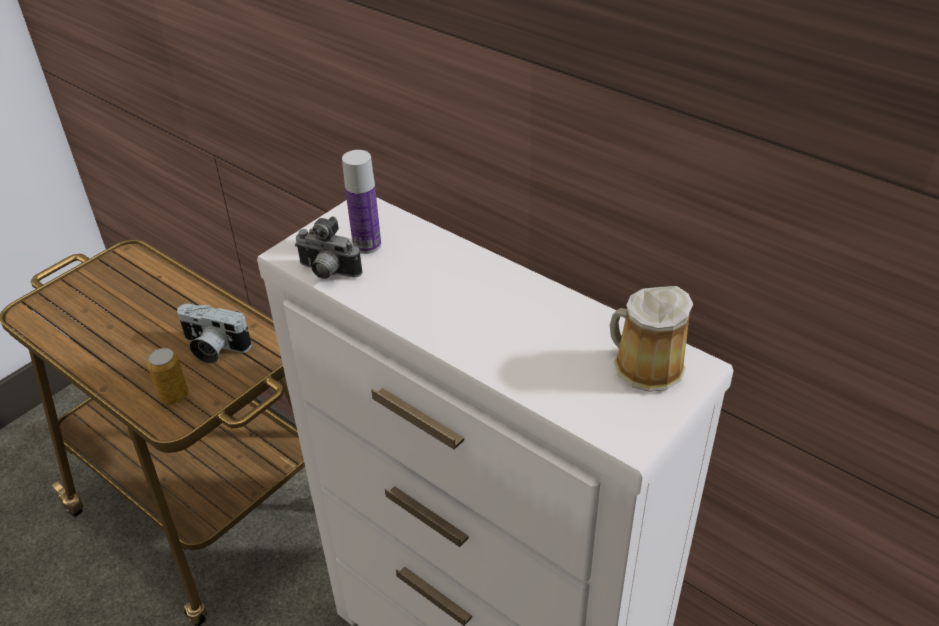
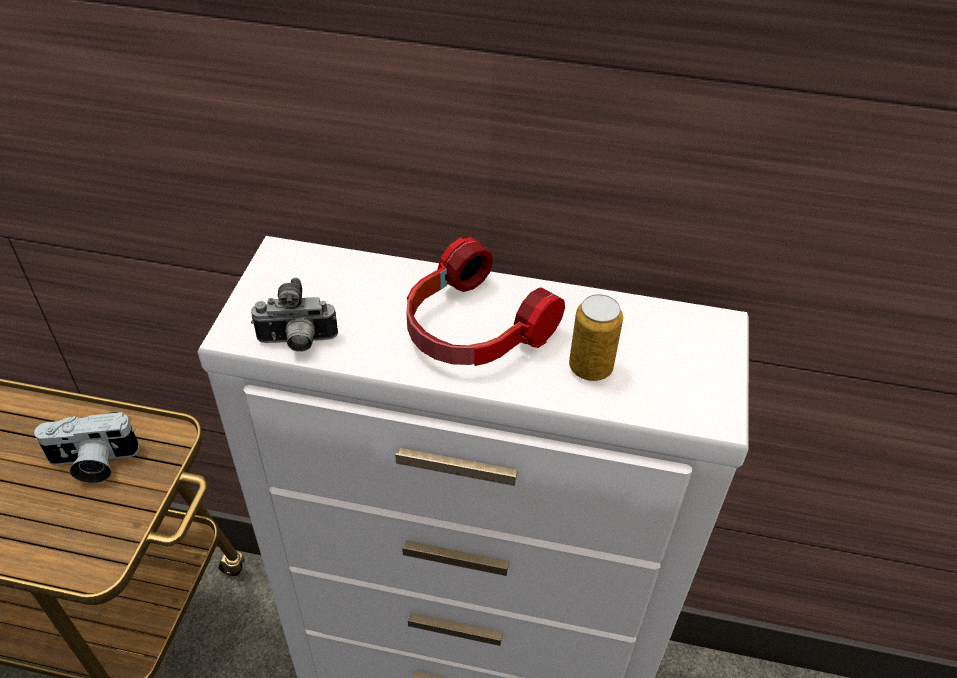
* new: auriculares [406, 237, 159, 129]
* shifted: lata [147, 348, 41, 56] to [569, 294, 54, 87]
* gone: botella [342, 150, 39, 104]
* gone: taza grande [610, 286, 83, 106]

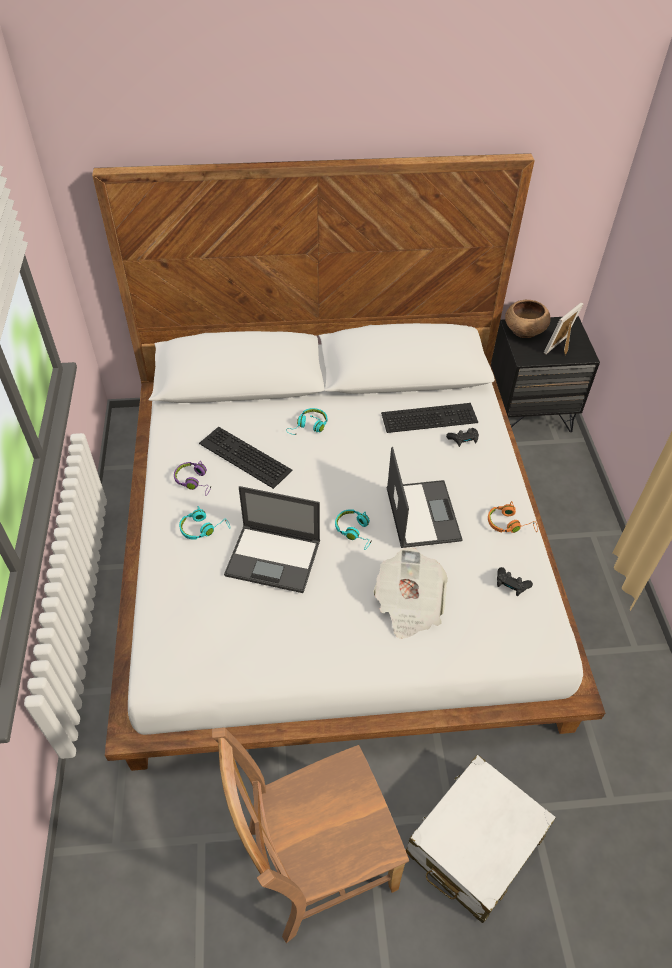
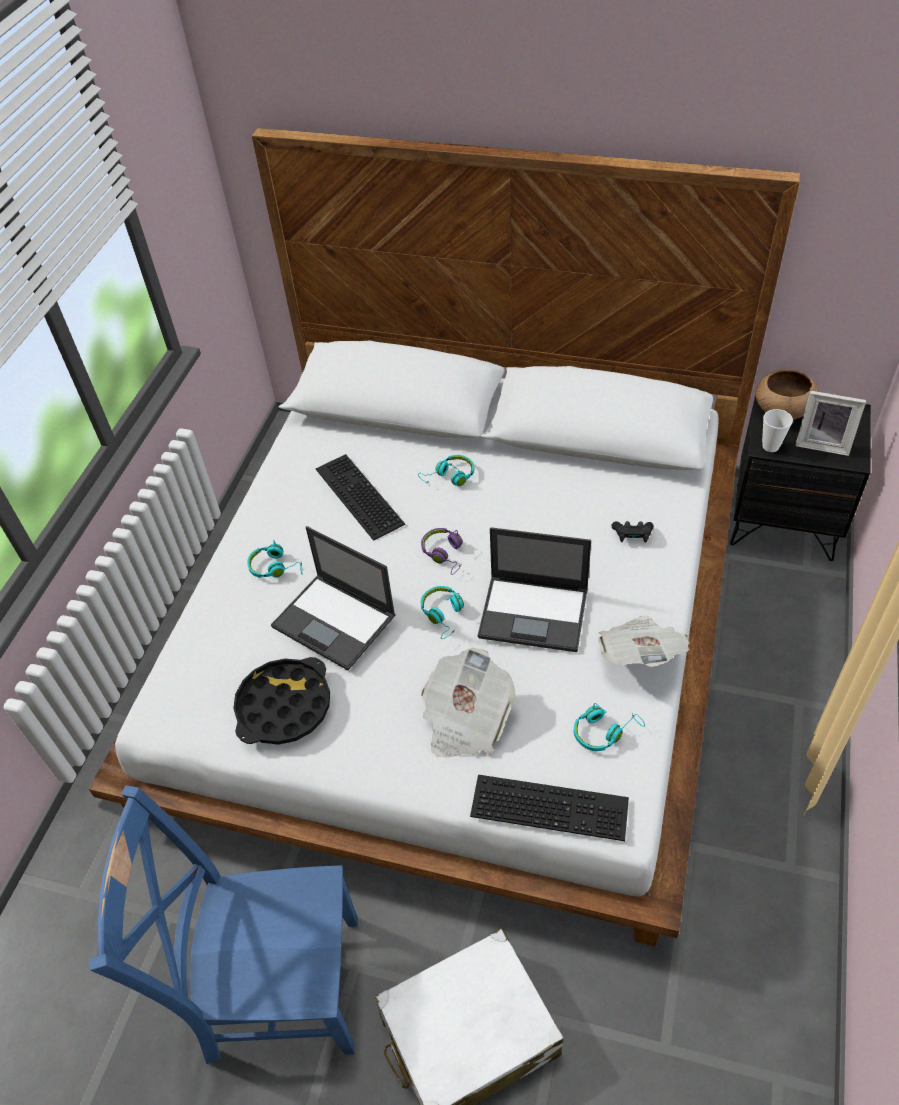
* repainted: silla (marrón) [212, 727, 197, 216] to silla (azul) [89, 785, 269, 279]
* new: bandeja (negro) [233, 657, 97, 88]
* shifted: auriculares (morado) [174, 461, 37, 35] to [421, 528, 42, 47]
* shifted: teclado [381, 403, 97, 30] to [470, 775, 159, 66]
* rotated: portátil [387, 447, 76, 101] = [478, 527, 113, 125] 90 degrees clockwise
* swapped: mando de consola (negro) [497, 567, 36, 29] to auriculares (turquesa) [574, 703, 71, 48]
* swapped: auriculares (naranja) [488, 501, 50, 32] to periódico [598, 616, 91, 51]
* new: taza [762, 409, 31, 43]
* rotated: portarretratos [544, 302, 39, 53] = [795, 391, 71, 65] 135 degrees counterclockwise

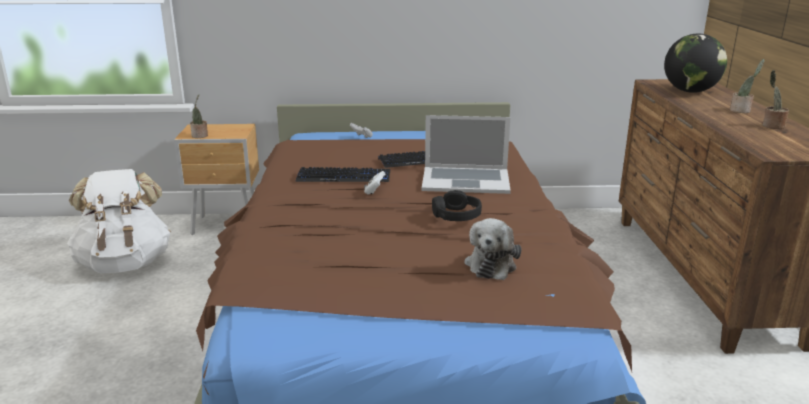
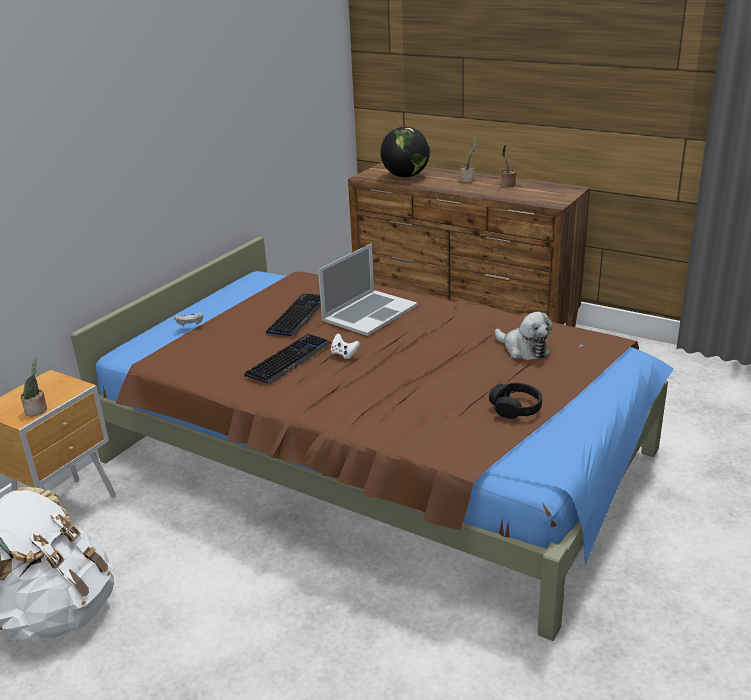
* shifted: auriculares (negro) [432, 190, 50, 31] to [489, 383, 53, 36]

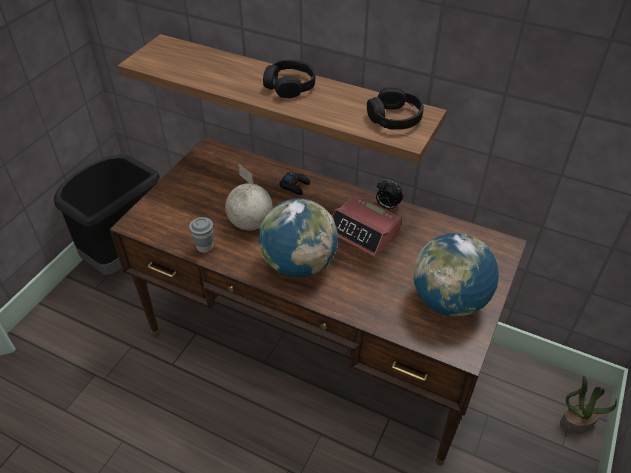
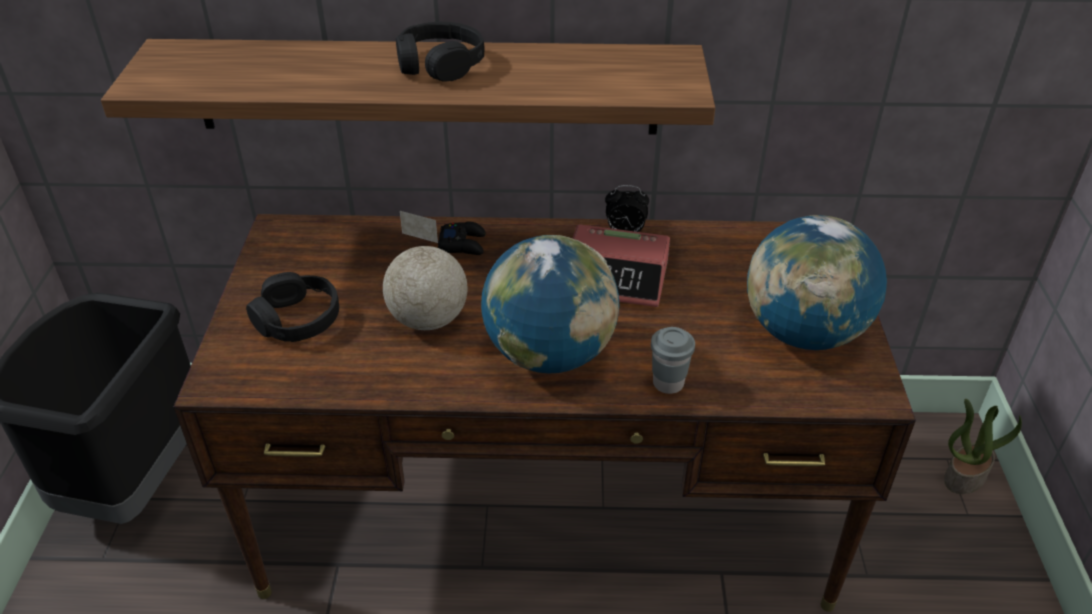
* shifted: auriculares (negro) [367, 87, 57, 43] to [246, 272, 93, 70]
* shifted: taza (gris) [189, 217, 24, 36] to [651, 327, 44, 67]

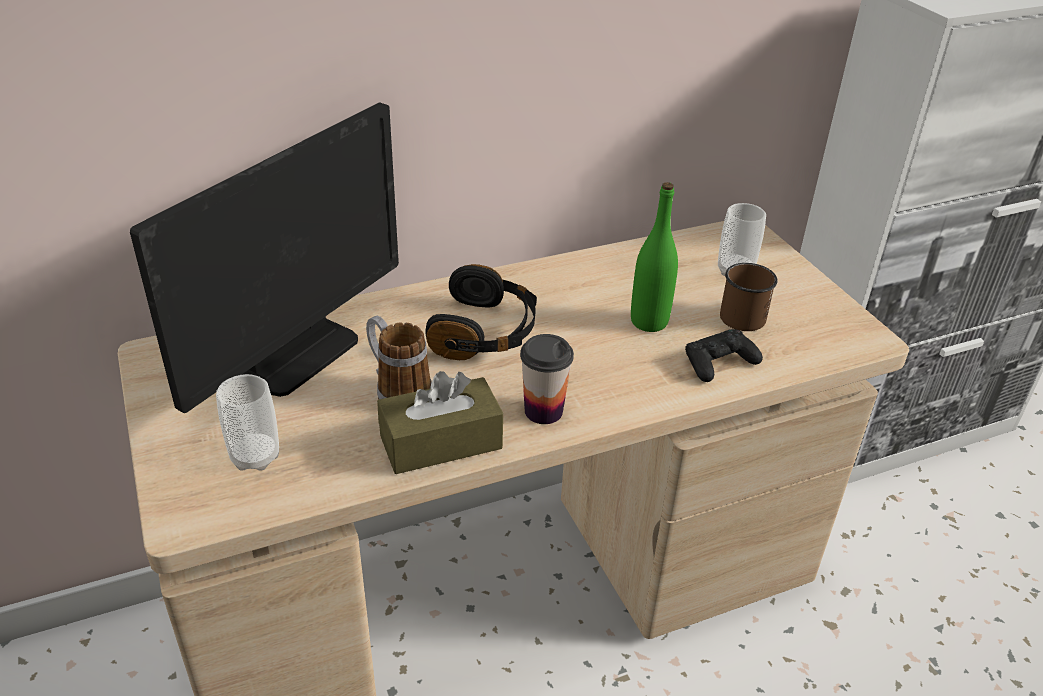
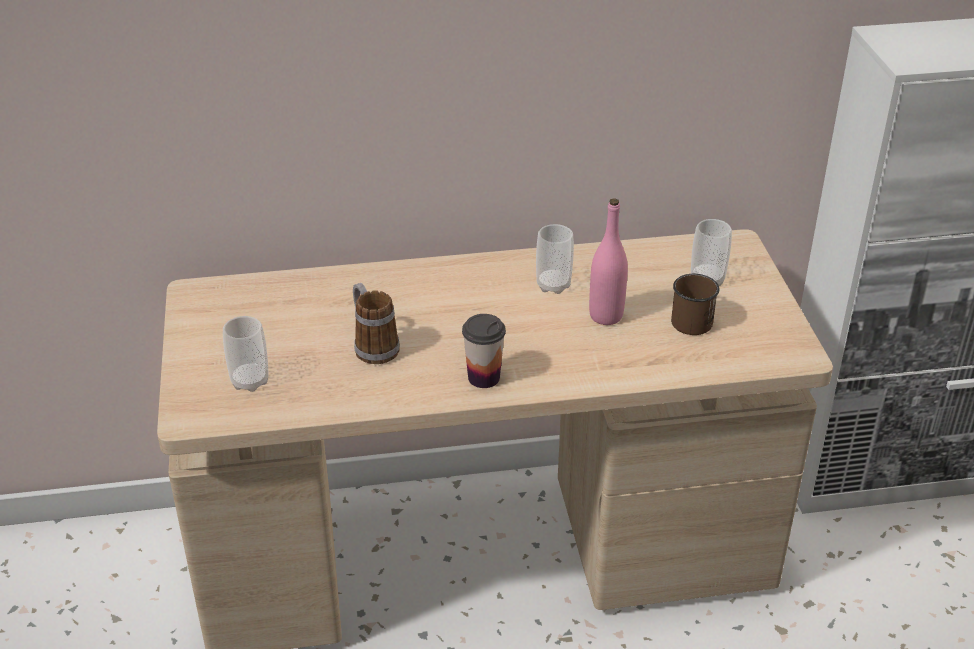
* new: taza [536, 224, 38, 70]
* repainted: botella (verde) [631, 182, 47, 150] to botella (rosa) [589, 198, 39, 127]
* gone: monitor [130, 103, 269, 310]
* gone: caja de pañuelos (marrón) [377, 371, 126, 103]
* gone: auriculares (negro) [426, 264, 111, 96]
* gone: mando de consola (negro) [685, 329, 78, 53]

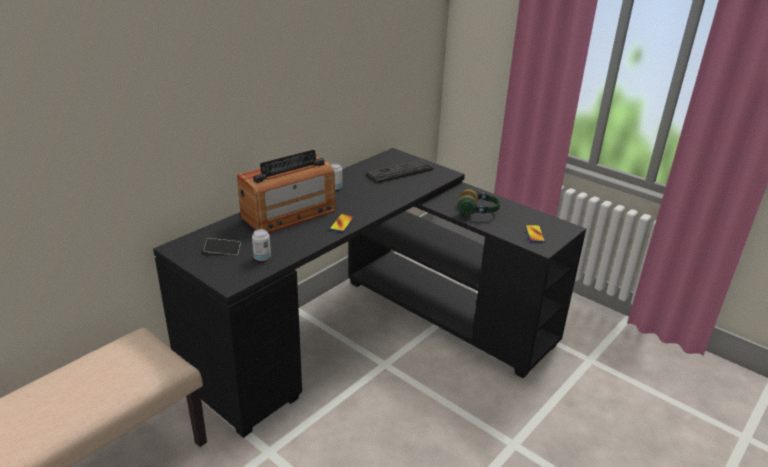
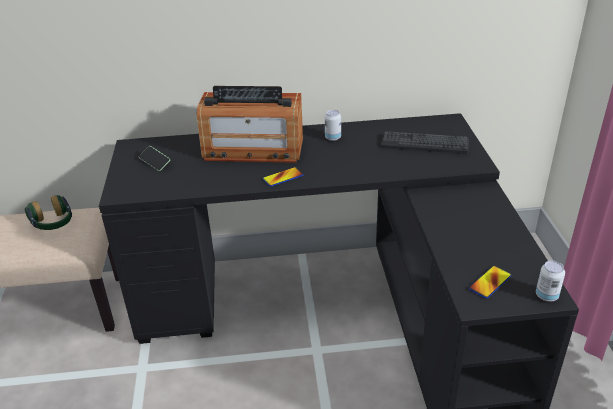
* shifted: auriculares [457, 188, 43, 27] to [25, 195, 47, 35]
* shifted: lata [252, 229, 19, 32] to [536, 260, 29, 41]

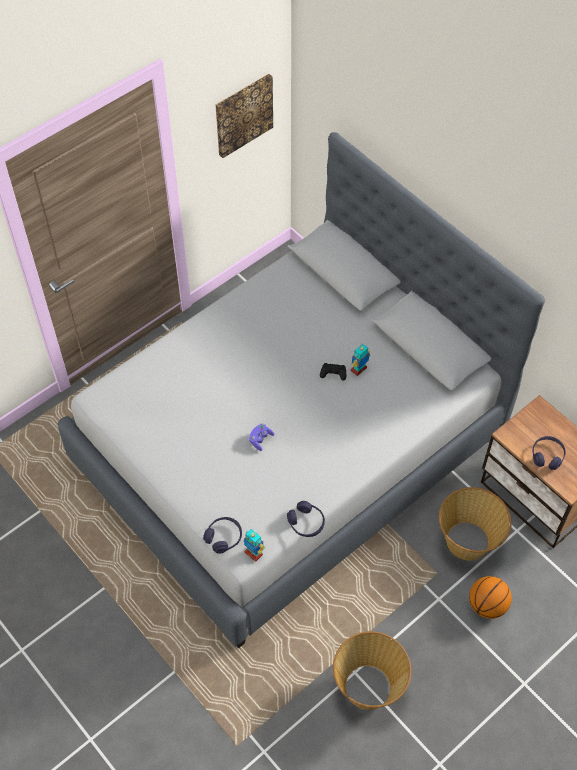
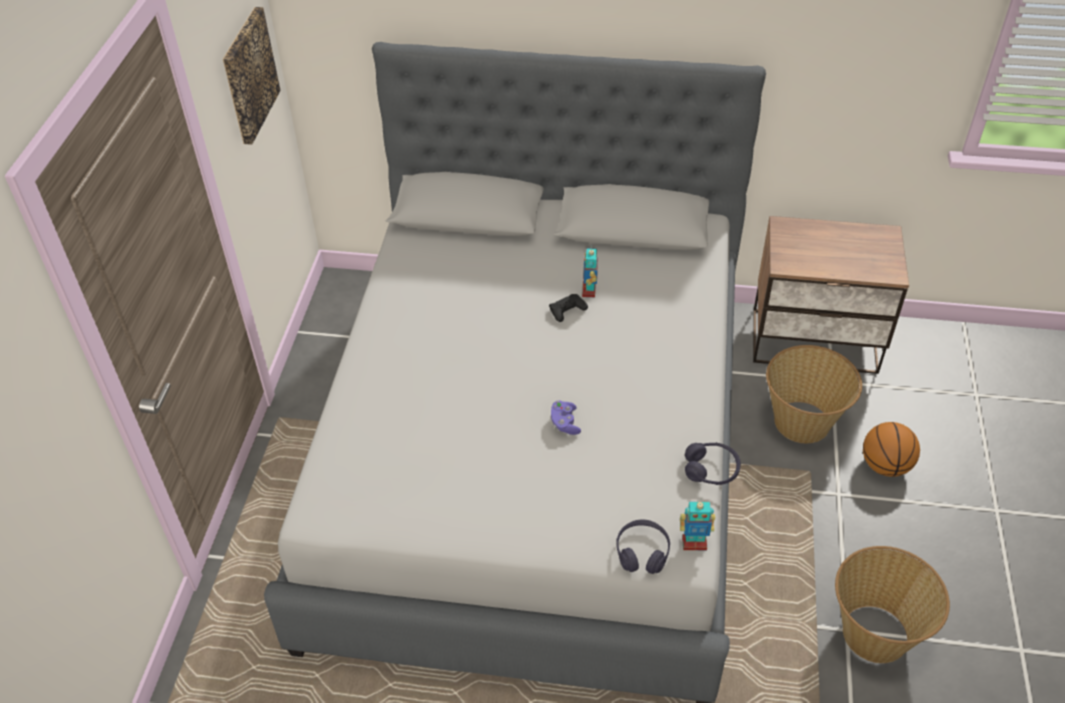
* gone: auriculares (morado) [533, 436, 33, 34]

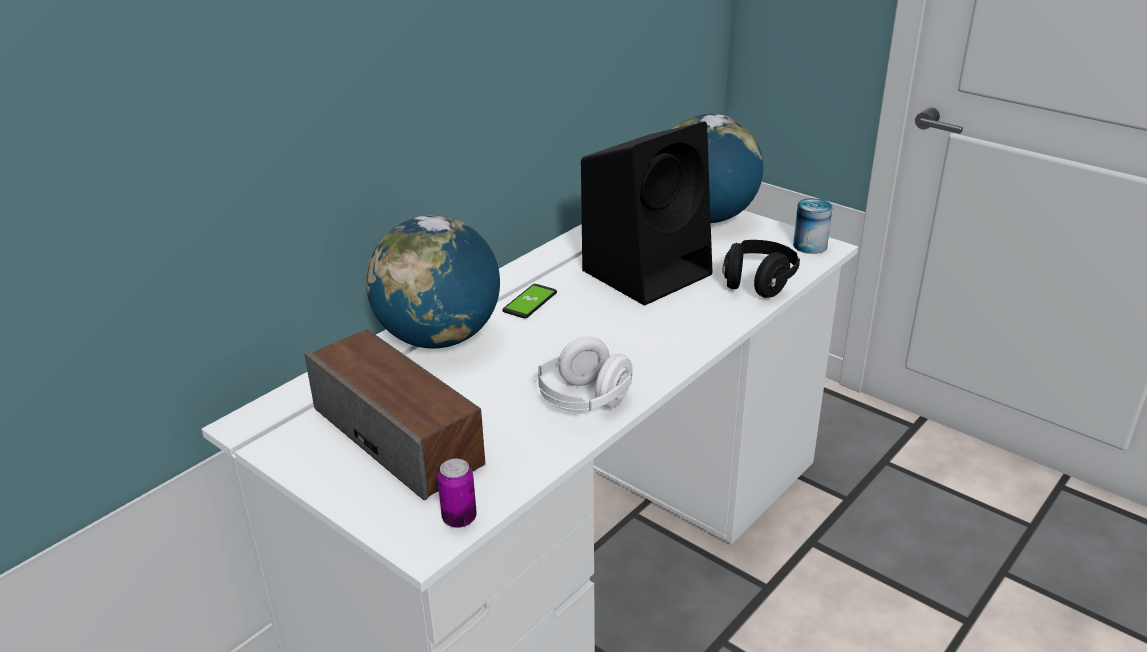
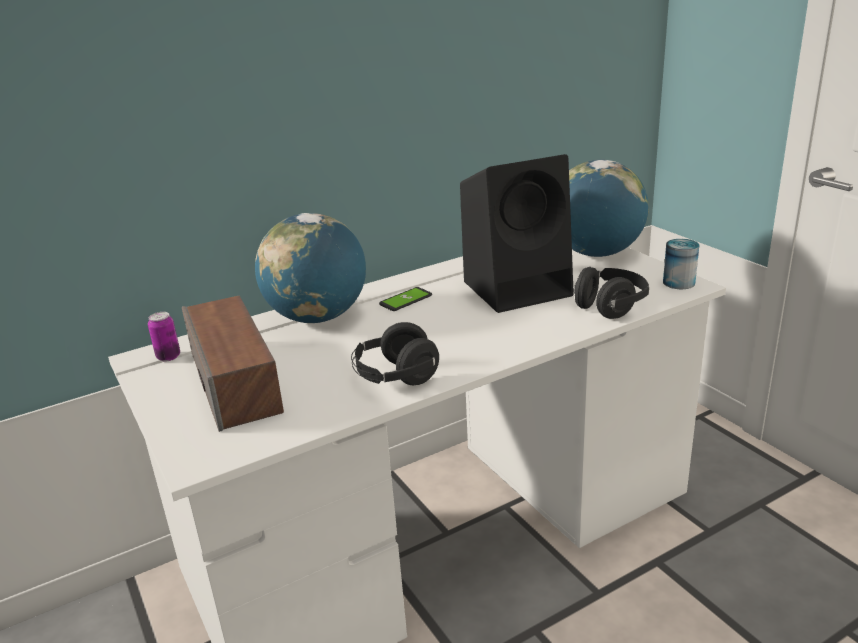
* shifted: lata [437, 459, 40, 69] to [148, 312, 32, 49]
* repainted: auriculares (blanco) [535, 336, 98, 77] to auriculares (negro) [351, 322, 88, 63]

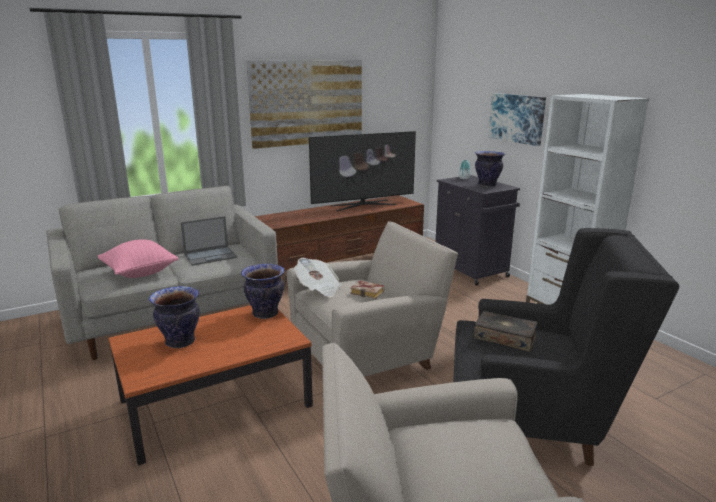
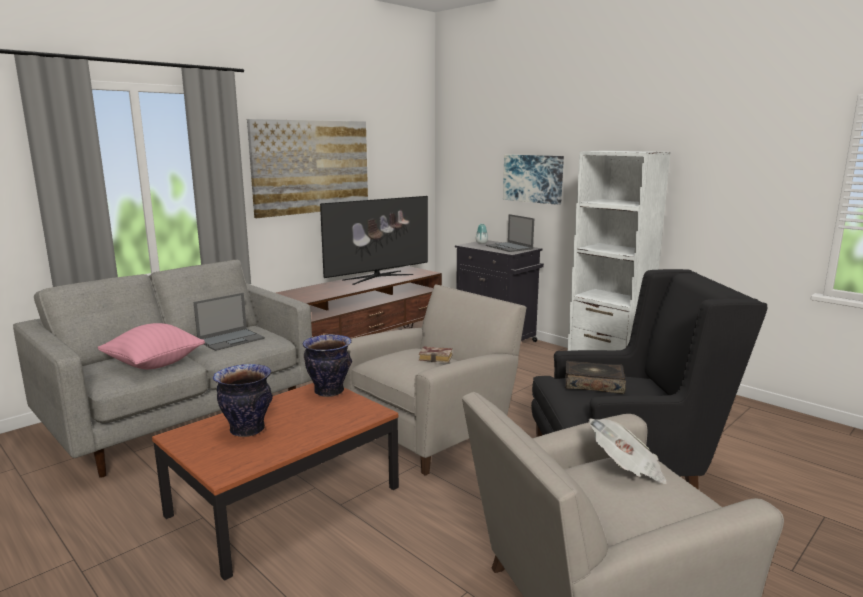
* swapped: florero [475, 151, 30, 36] to portátil [486, 214, 48, 38]
* shifted: periódico [294, 258, 48, 39] to [588, 418, 79, 66]

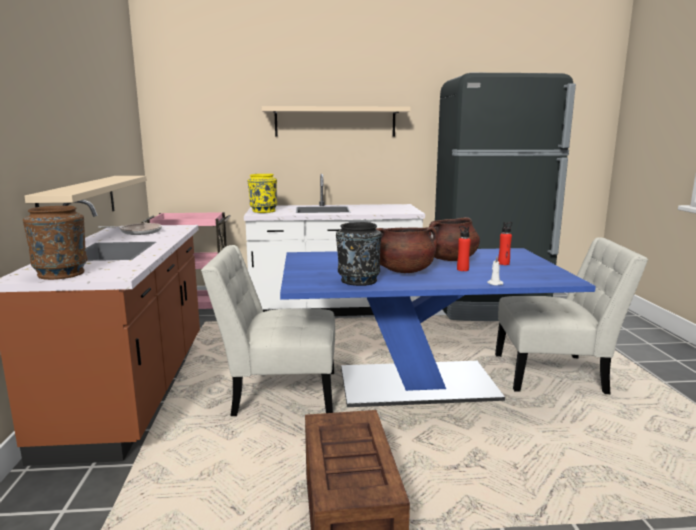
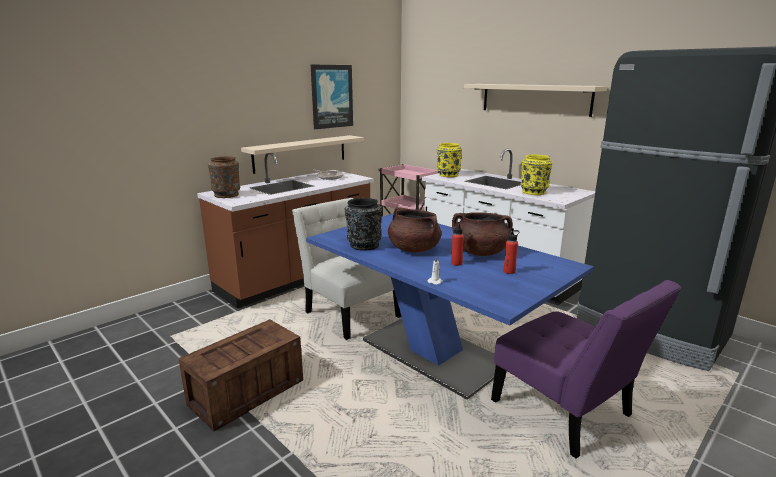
* new: cuadro [311, 65, 42, 64]
* repainted: silla (blanco) [495, 237, 153, 157] to silla (morado) [491, 280, 191, 179]
* new: florero (amarillo) [521, 154, 32, 41]

